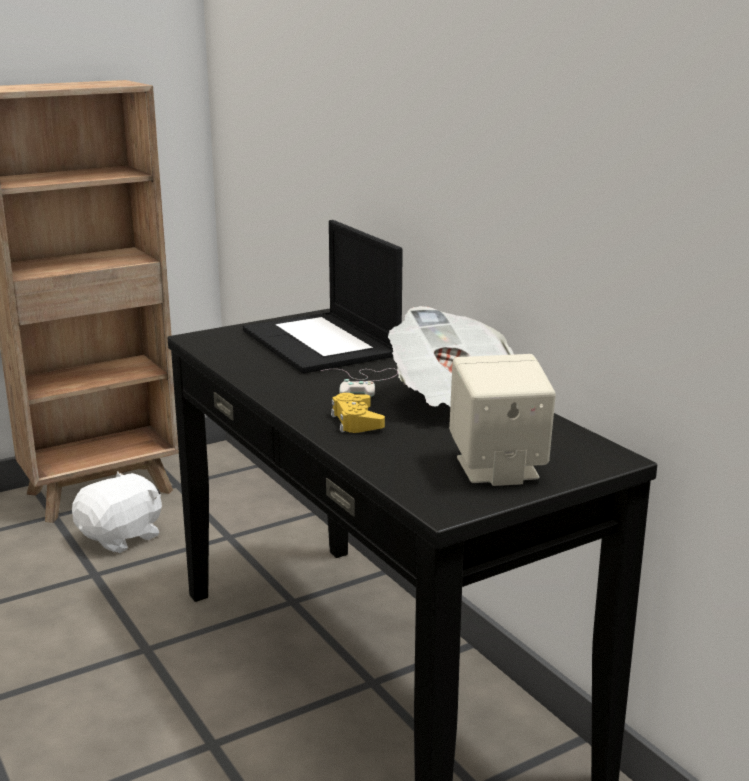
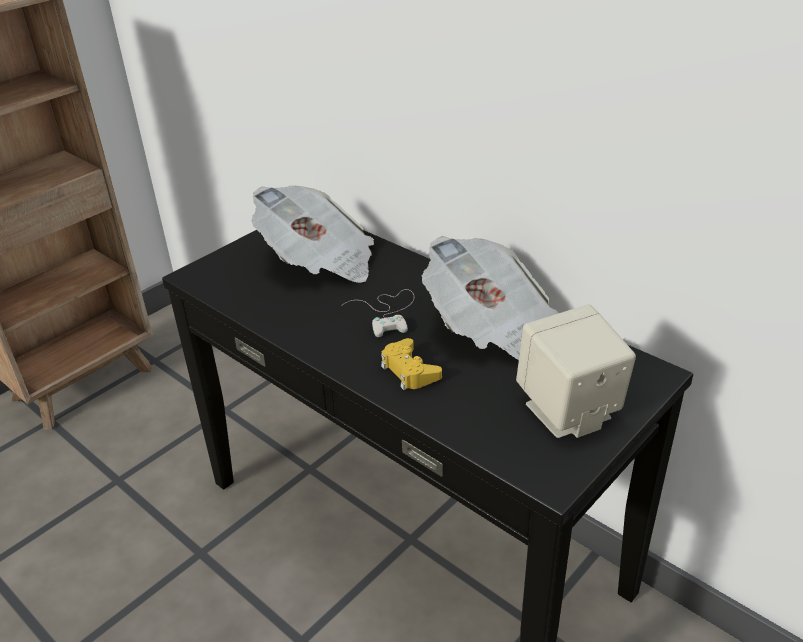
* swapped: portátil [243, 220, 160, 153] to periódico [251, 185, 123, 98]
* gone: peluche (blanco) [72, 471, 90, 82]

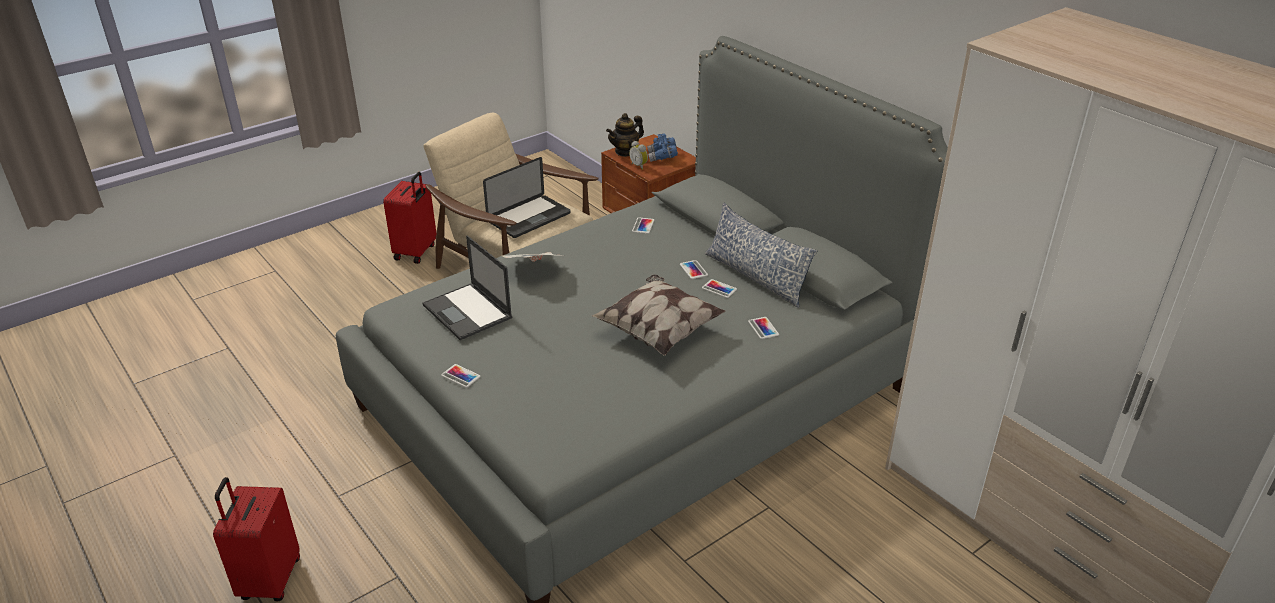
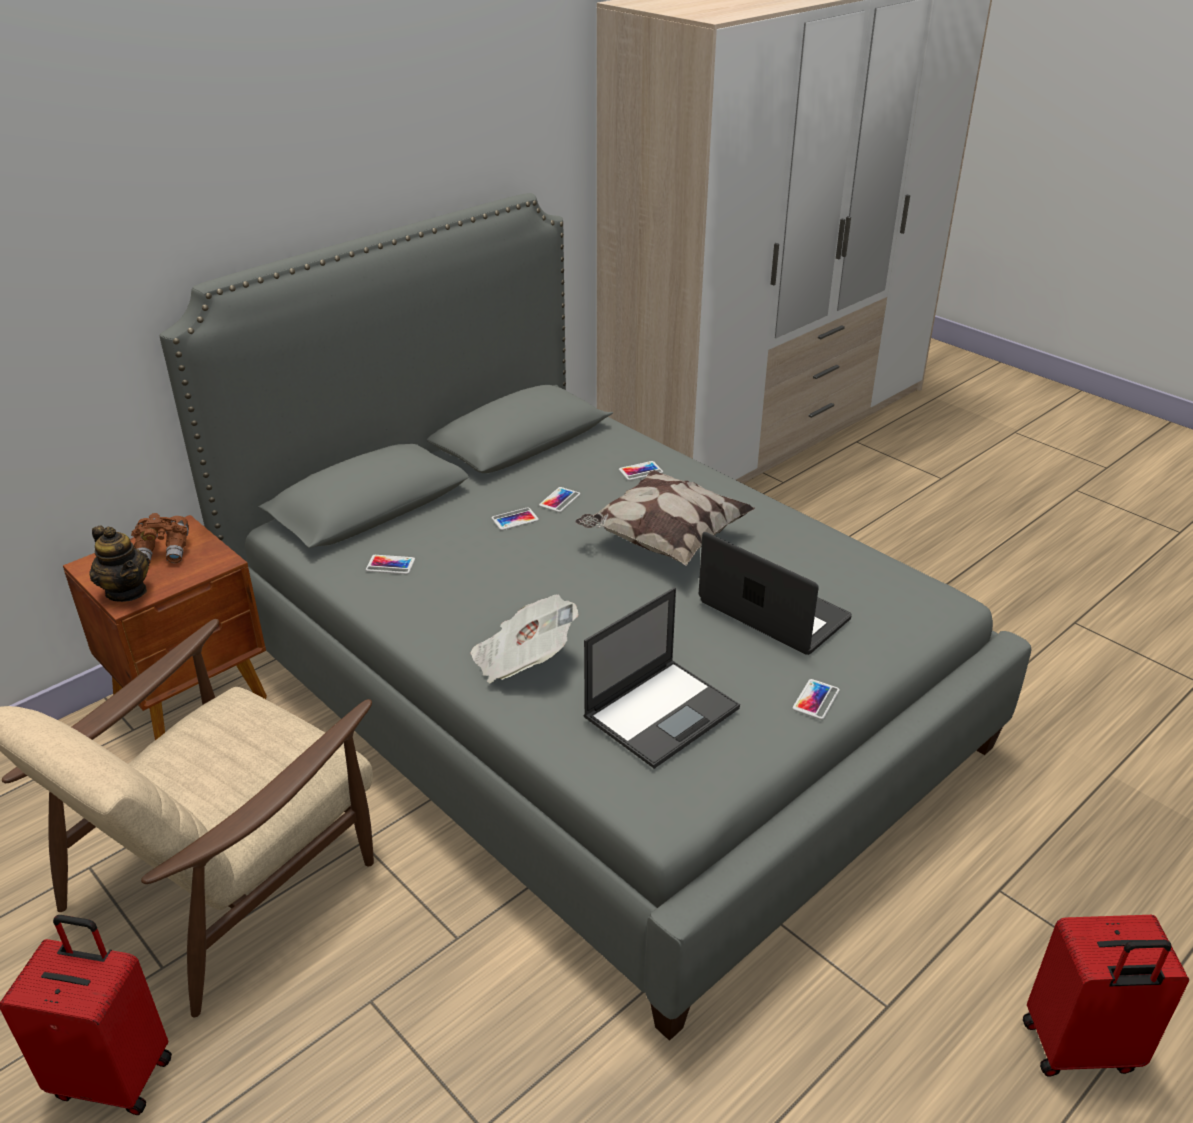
* repainted: prismáticos (azul) [647, 134, 31, 28] to prismáticos (marrón) [131, 513, 58, 51]
* shifted: portátil [483, 157, 88, 81] to [699, 532, 153, 123]
* gone: despertador [629, 141, 19, 29]
* gone: cojín [705, 203, 112, 105]

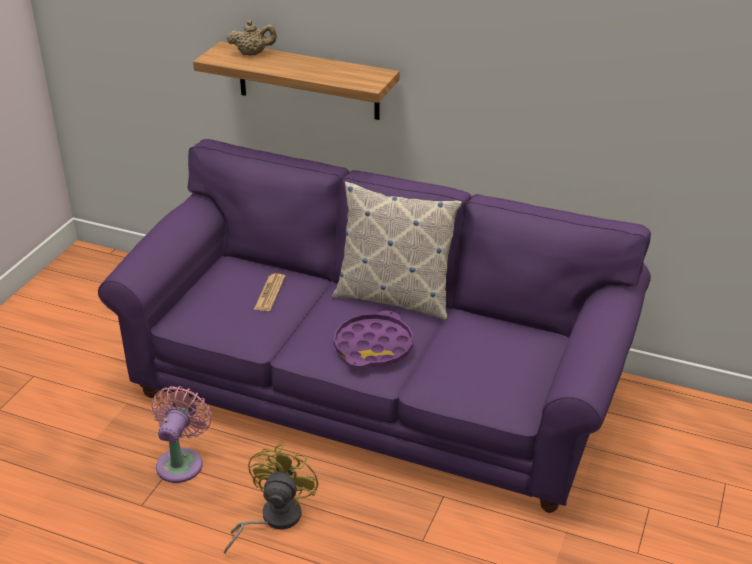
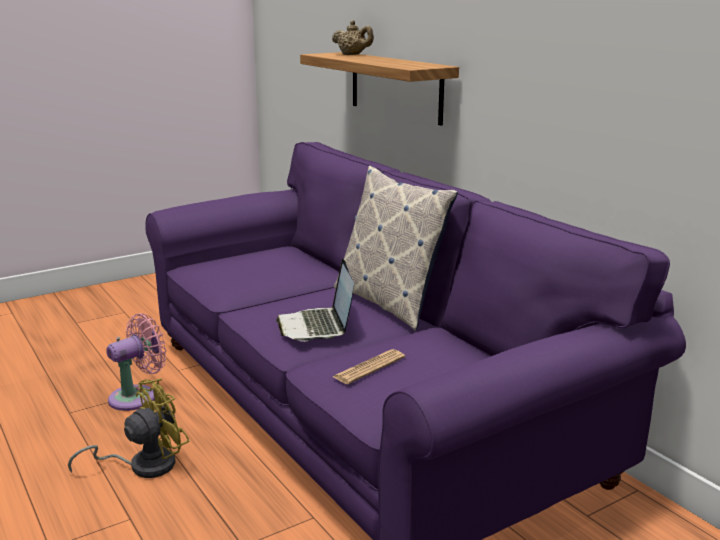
* swapped: bandeja (morado) [334, 311, 79, 57] to portátil [276, 259, 78, 83]
* shifted: periódico [254, 274, 32, 37] to [333, 349, 72, 35]

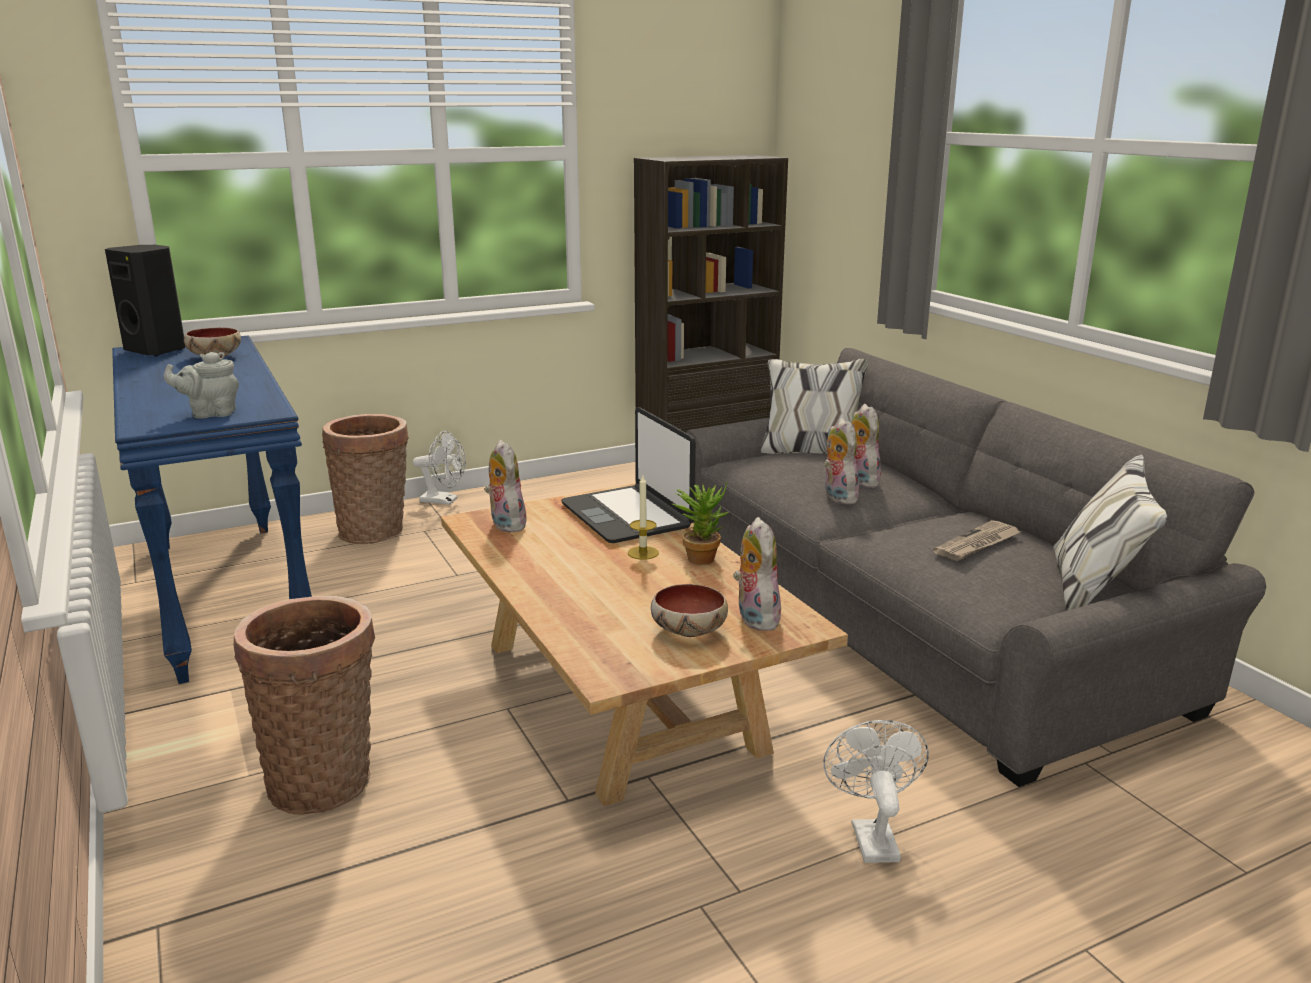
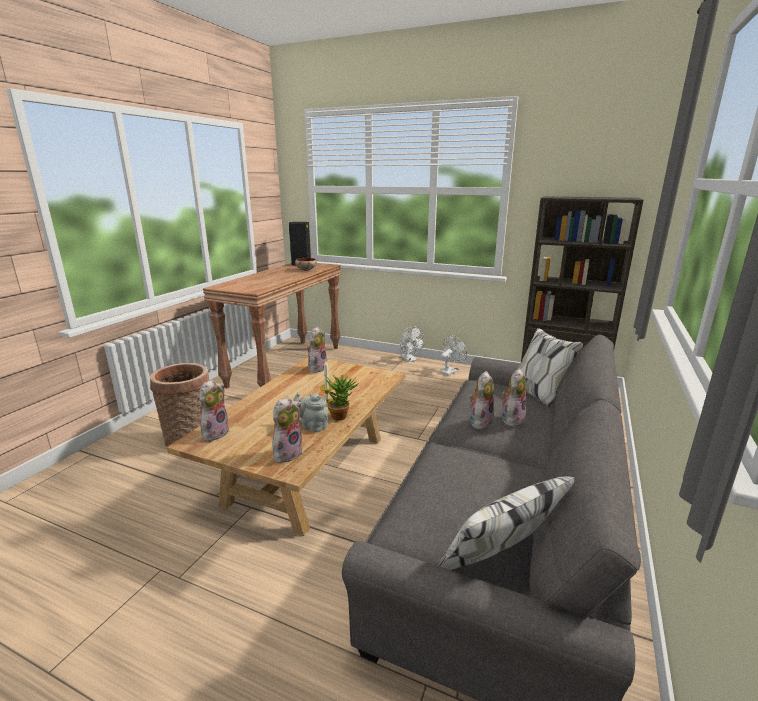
* new: peluche [199, 379, 30, 62]
* repainted: mesa consola (azul) [112, 336, 200, 348] to mesa consola (marrón) [203, 263, 138, 125]
* shifted: tetera (gris) [164, 352, 75, 67] to [294, 393, 34, 40]
* shifted: ventilador (blanco) [823, 720, 106, 143] to [440, 335, 27, 41]
* gone: cesta [322, 414, 87, 130]
* gone: portátil [561, 407, 135, 136]
* gone: cuenco [651, 584, 77, 53]
* gone: periódico [933, 520, 87, 41]

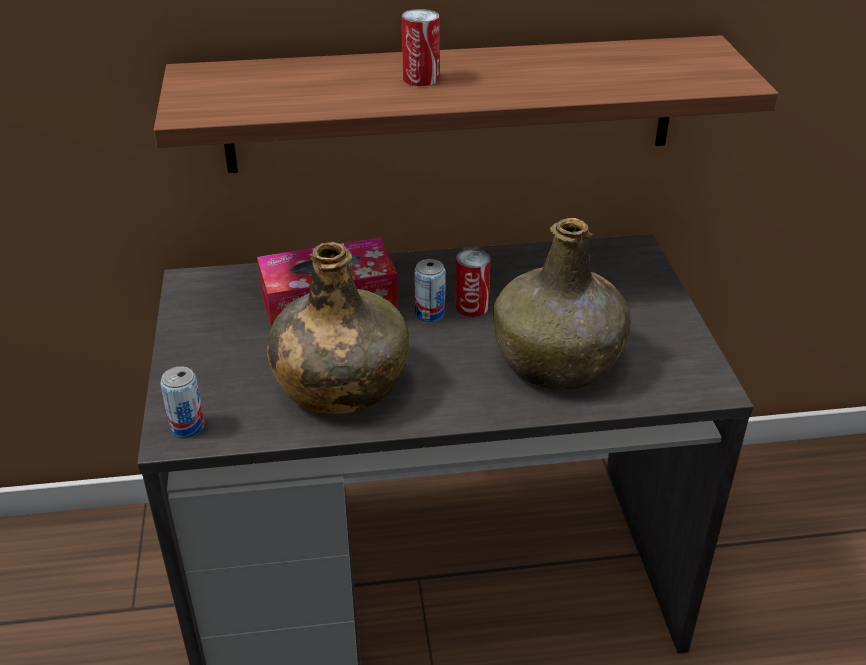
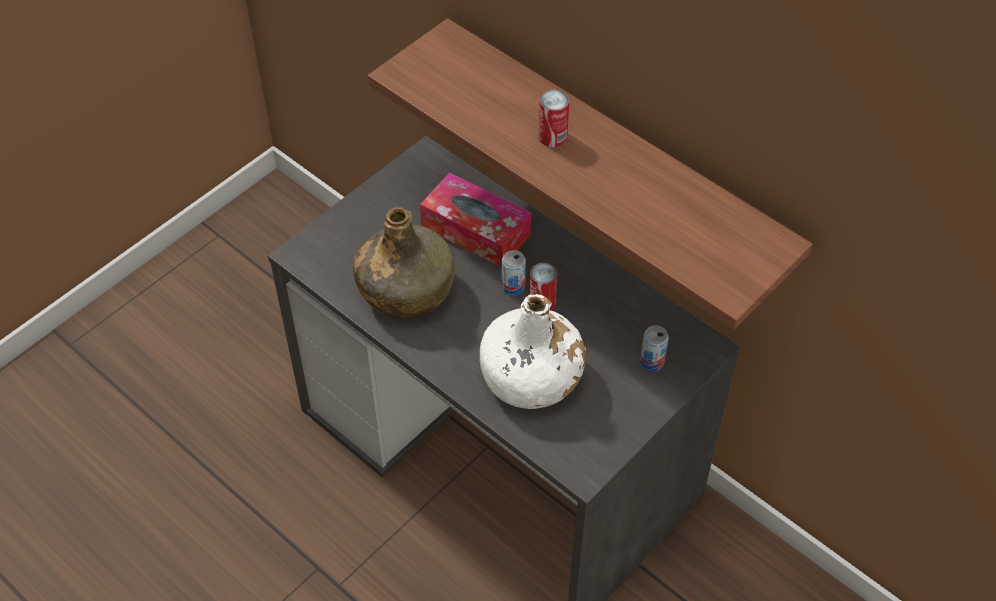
* repainted: botella (verde) [493, 218, 138, 172] to botella (blanco) [480, 294, 106, 115]
* shifted: lata [160, 366, 45, 72] to [640, 325, 29, 47]

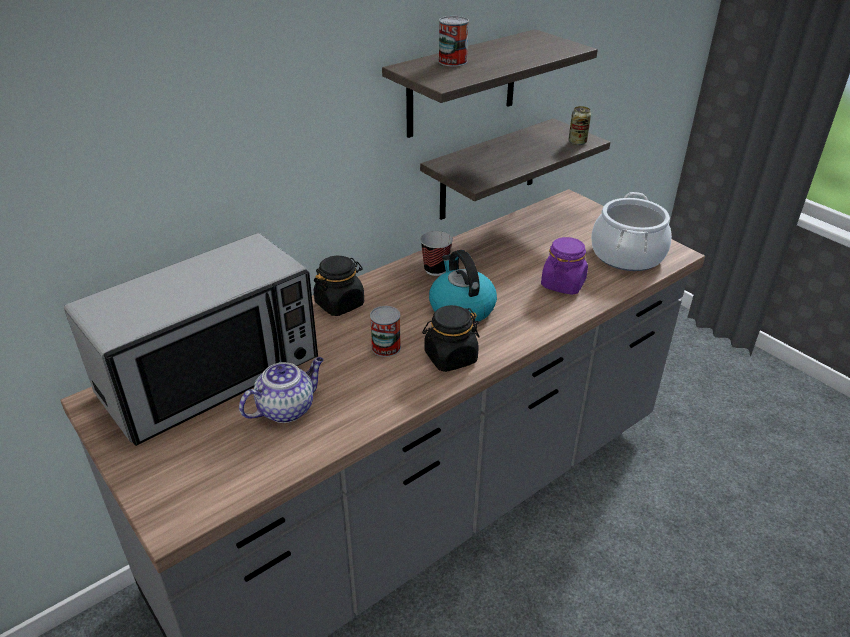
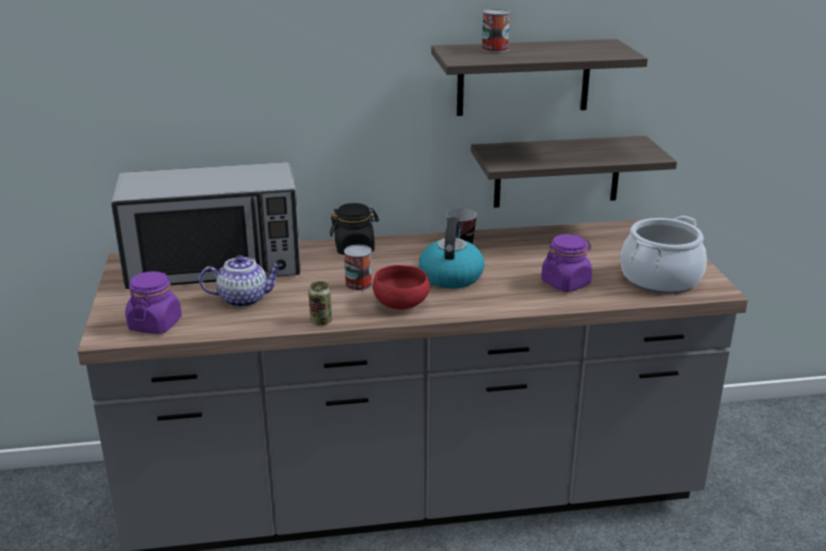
* new: tarro (morado) [125, 271, 57, 63]
* shifted: lata [568, 106, 23, 39] to [309, 281, 23, 45]
* swapped: tarro (negro) [422, 305, 57, 67] to cuenco (rojo) [373, 265, 57, 45]

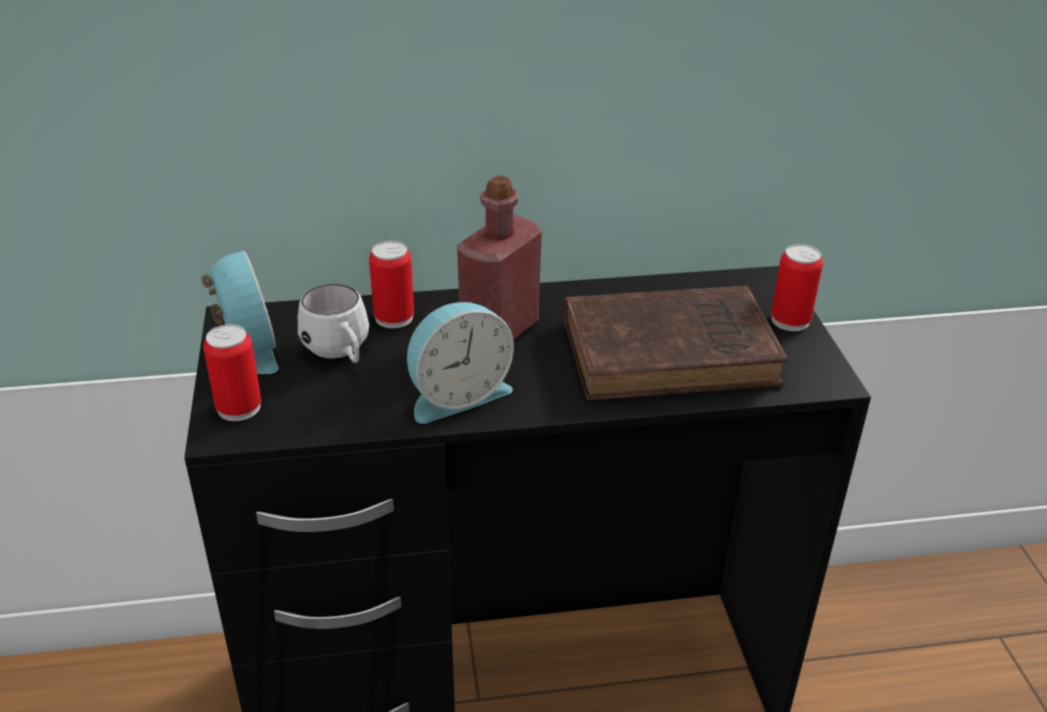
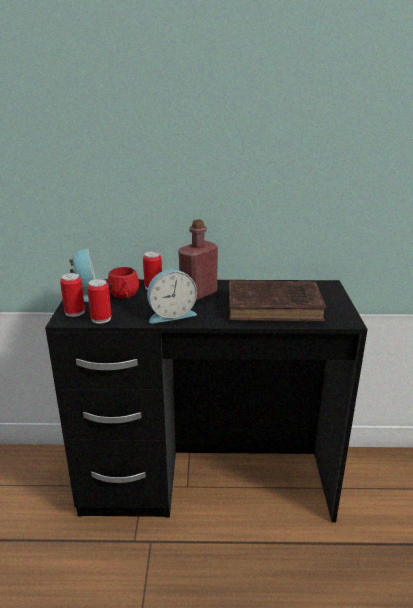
* shifted: lata [771, 244, 52, 87] to [87, 279, 25, 45]
* repainted: taza grande (blanco) [297, 284, 72, 79] to taza grande (rojo) [107, 267, 32, 32]

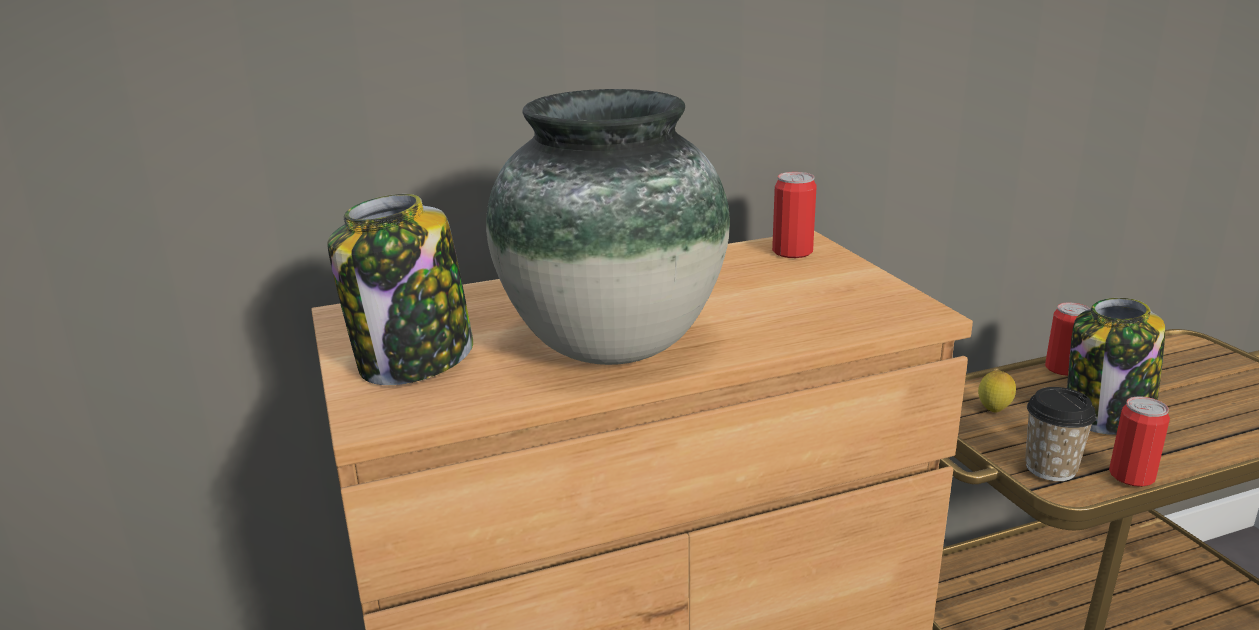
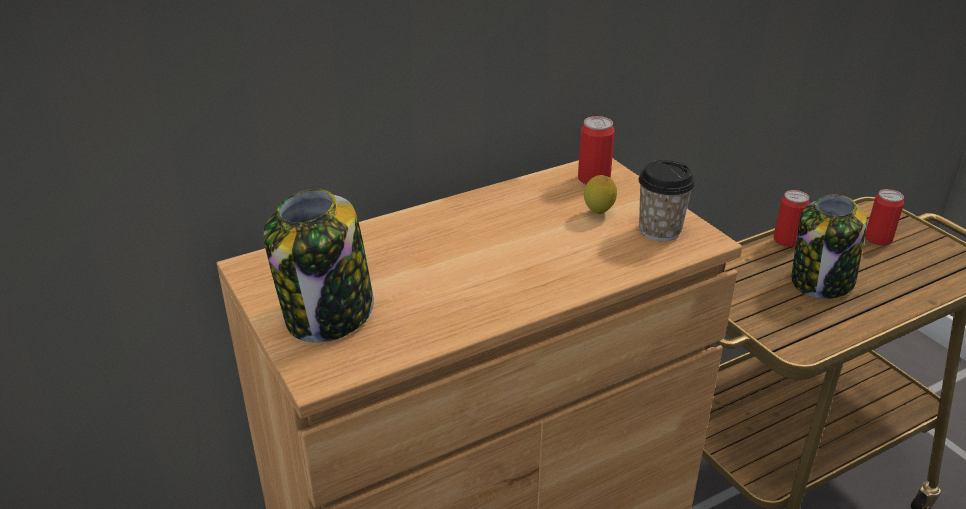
* shifted: limón [978, 371, 38, 42] to [584, 175, 33, 39]
* shifted: taza [1025, 387, 71, 94] to [639, 160, 56, 81]
* shifted: lata [1109, 396, 61, 91] to [865, 189, 39, 56]
* gone: florero [486, 89, 244, 276]

